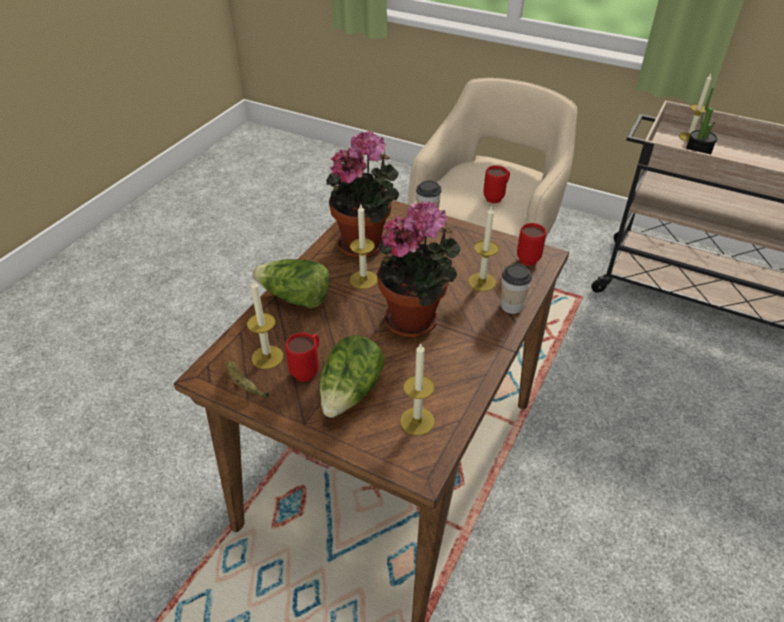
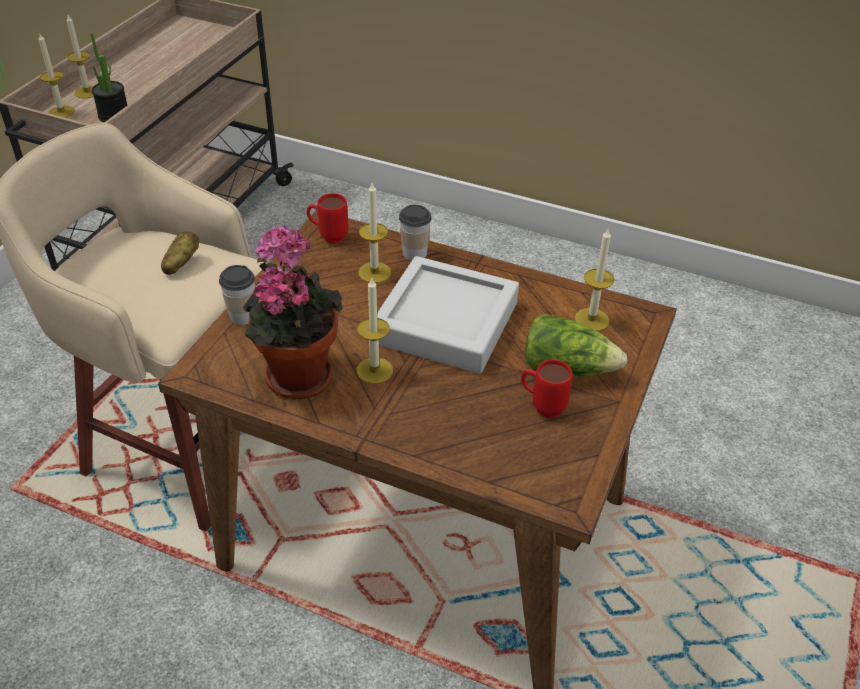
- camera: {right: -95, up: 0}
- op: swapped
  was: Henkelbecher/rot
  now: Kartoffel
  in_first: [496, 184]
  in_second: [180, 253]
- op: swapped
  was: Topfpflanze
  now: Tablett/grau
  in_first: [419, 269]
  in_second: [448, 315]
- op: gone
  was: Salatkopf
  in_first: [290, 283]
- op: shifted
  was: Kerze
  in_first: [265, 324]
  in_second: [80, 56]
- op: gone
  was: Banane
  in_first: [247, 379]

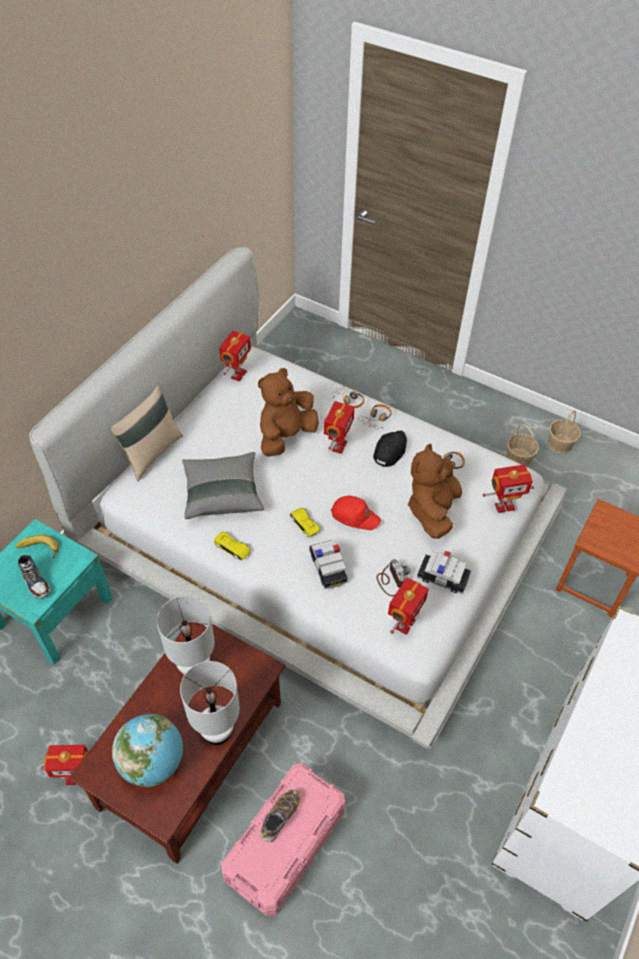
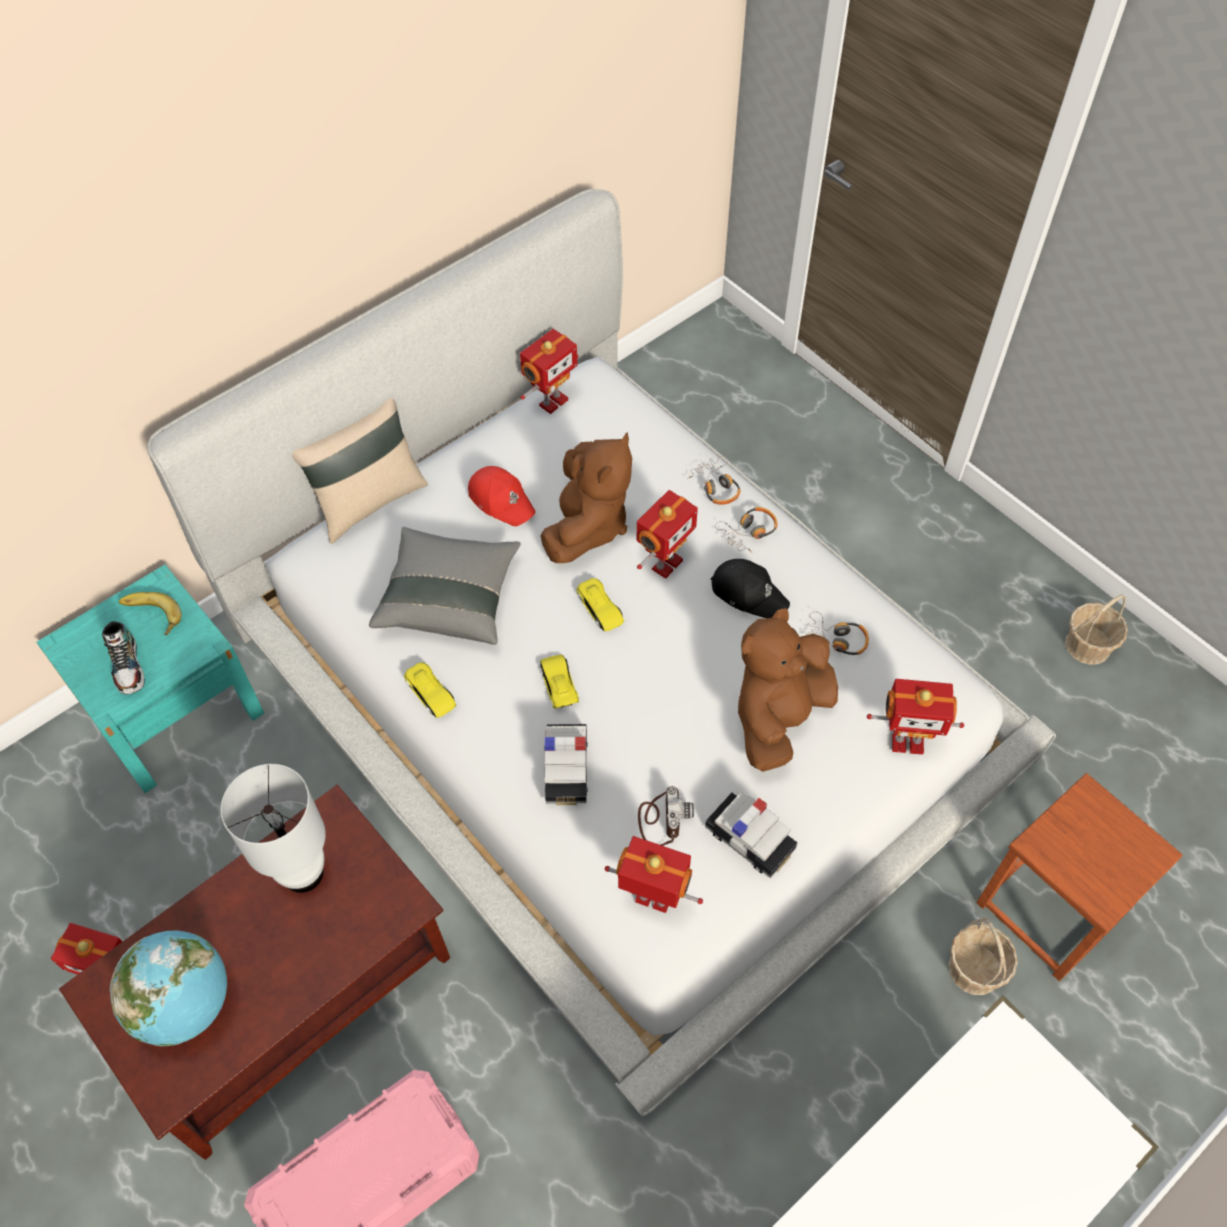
- camera: {right: 20, up: 5}
- op: rotated
  was: Plüschtier/braun
  in_first: [288, 412]
  in_second: [586, 497]
  clockwise: 135
- op: shifted
  was: Korb
  in_first: [522, 445]
  in_second: [983, 956]
- op: rotated
  was: Kappe/schwarz
  in_first: [390, 449]
  in_second: [750, 588]
  clockwise: 75
- op: shifted
  was: Kappe/rot
  in_first: [356, 513]
  in_second: [501, 496]
- op: rotated
  was: Spielzeugroboter
  in_first: [408, 606]
  in_second: [654, 874]
  clockwise: -120
- op: gone
  was: Tischlampe/weiß
  in_first: [210, 703]
- op: gone
  was: Schuh
  in_first: [280, 816]
- op: new
  now: Spielzeugauto/gelb
  in_second: [600, 604]

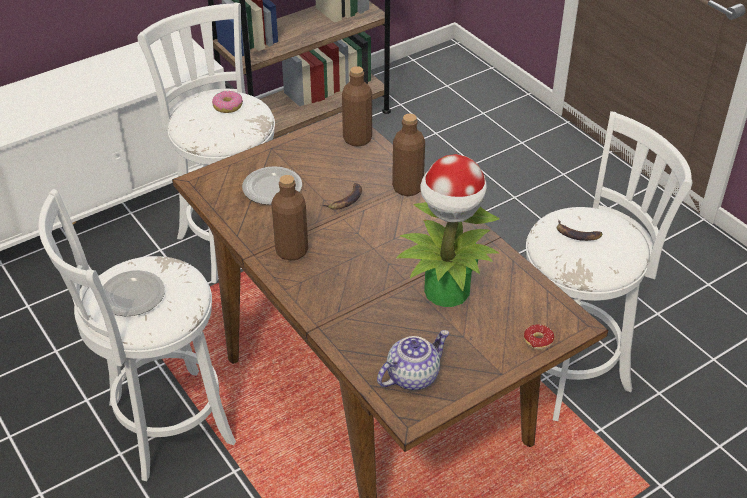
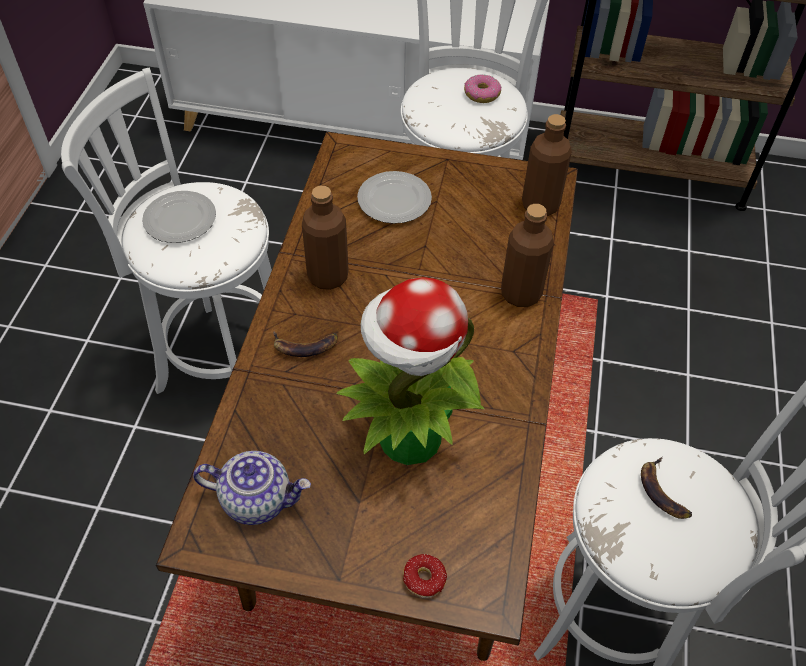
- camera: {right: 45, up: 10}
- op: shifted
  was: Banane
  in_first: [341, 196]
  in_second: [305, 344]

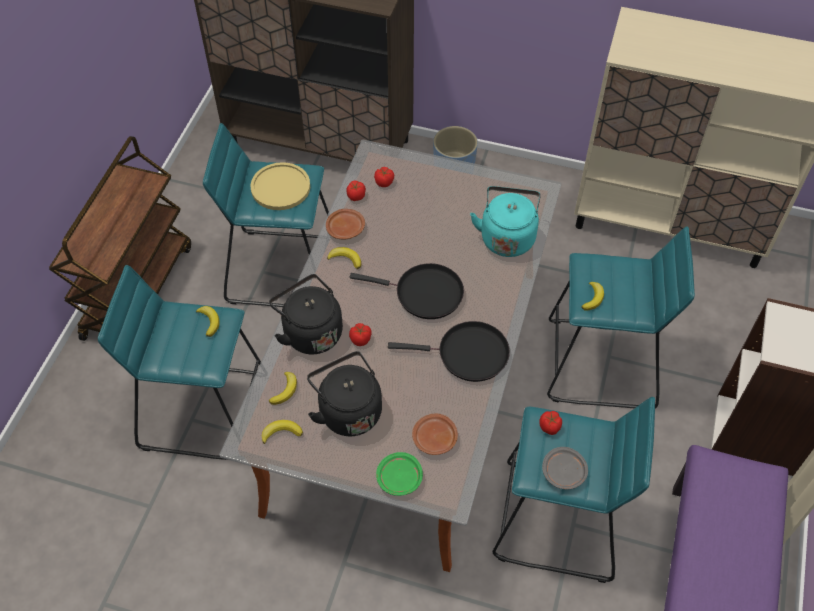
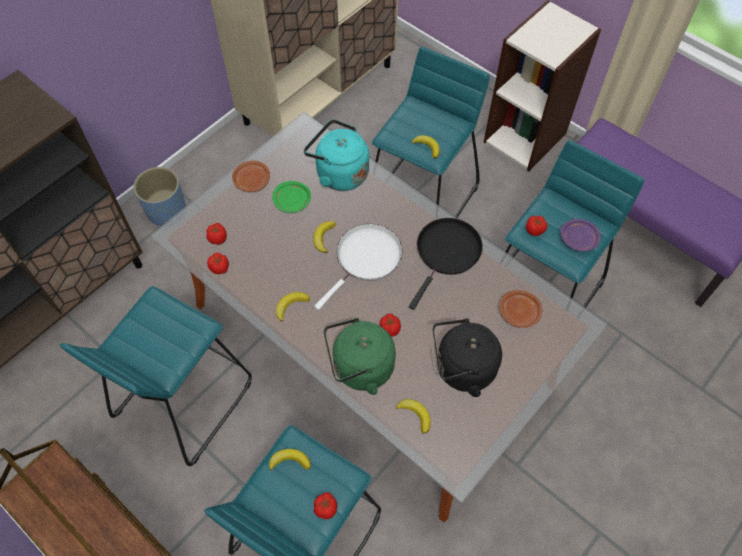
- camera: {right: -65, up: 5}
- op: gone
  was: Teller/gelb
  in_first: [280, 186]
- op: shifted
  was: Teller/braun
  in_first: [345, 224]
  in_second: [251, 176]
- op: repainted
  was: Pfanne/schwarz
  now: Pfanne/weiß
  in_first: [407, 291]
  in_second: [358, 267]
- op: repainted
  was: Wasserkessel/schwarz
  now: Wasserkessel/grün
  in_first: [306, 314]
  in_second: [360, 356]
- op: shifted
  was: Banane
  in_first: [282, 432]
  in_second: [324, 237]
- op: repainted
  was: Teller/grau
  now: Teller/lila
  in_first: [565, 468]
  in_second: [580, 235]
- op: shifted
  was: Teller/grün
  in_first: [399, 474]
  in_second: [291, 197]
- op: new
  now: Tomate
  in_second: [325, 505]

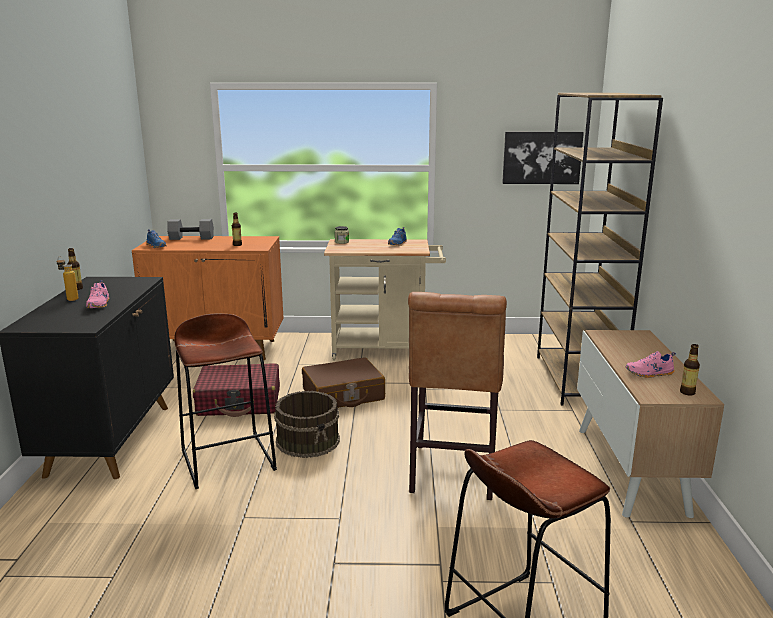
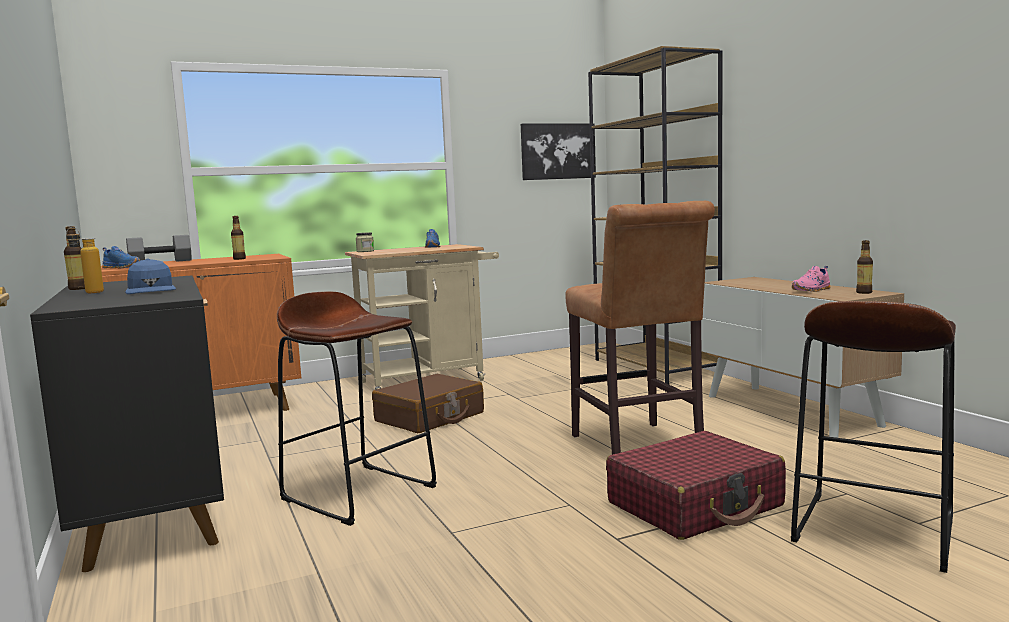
- camera: {right: -25, up: -10}
- op: swapped
  was: Schuh/rosa
  now: Kappe/blau
  in_first: [97, 294]
  in_second: [150, 276]
- op: shifted
  was: Koffer/rot
  in_first: [236, 390]
  in_second: [696, 485]
- op: gone
  was: Eimer/braun
  in_first: [307, 424]

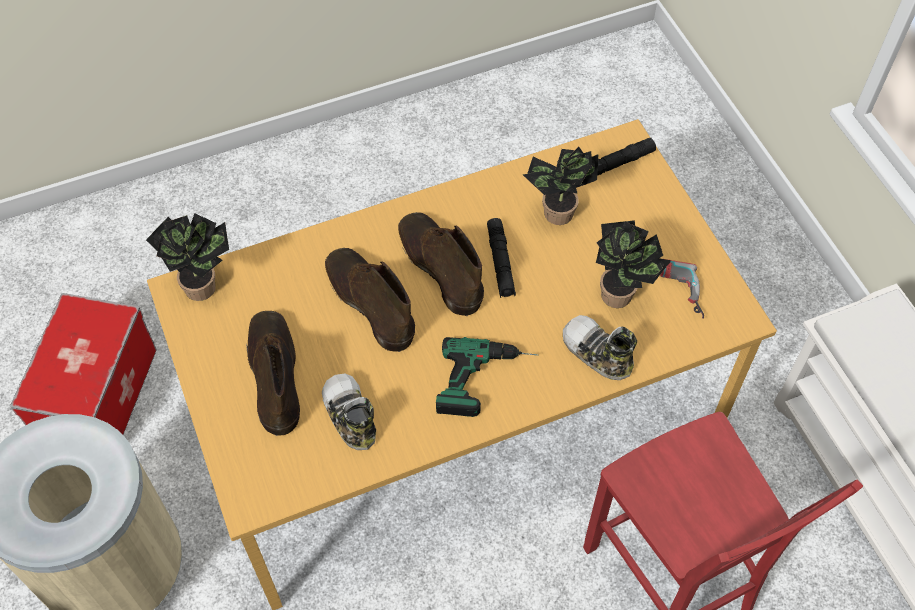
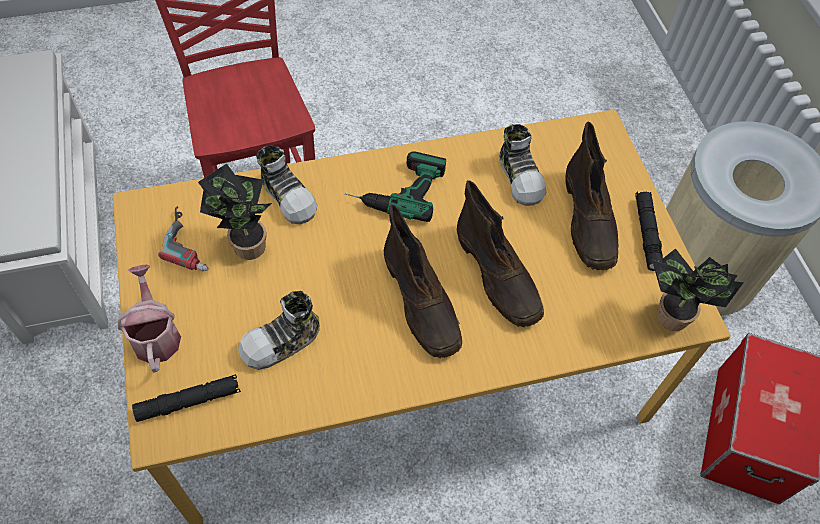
- camera: {right: -175, up: 0}
- op: swapped
  was: Topfpflanze
  now: Schuh
  in_first: [560, 185]
  in_second: [279, 330]
- op: shifted
  was: Taschenlampe/schwarz
  in_first: [501, 258]
  in_second: [649, 231]
- op: new
  now: Gießkanne
  in_second: [149, 318]

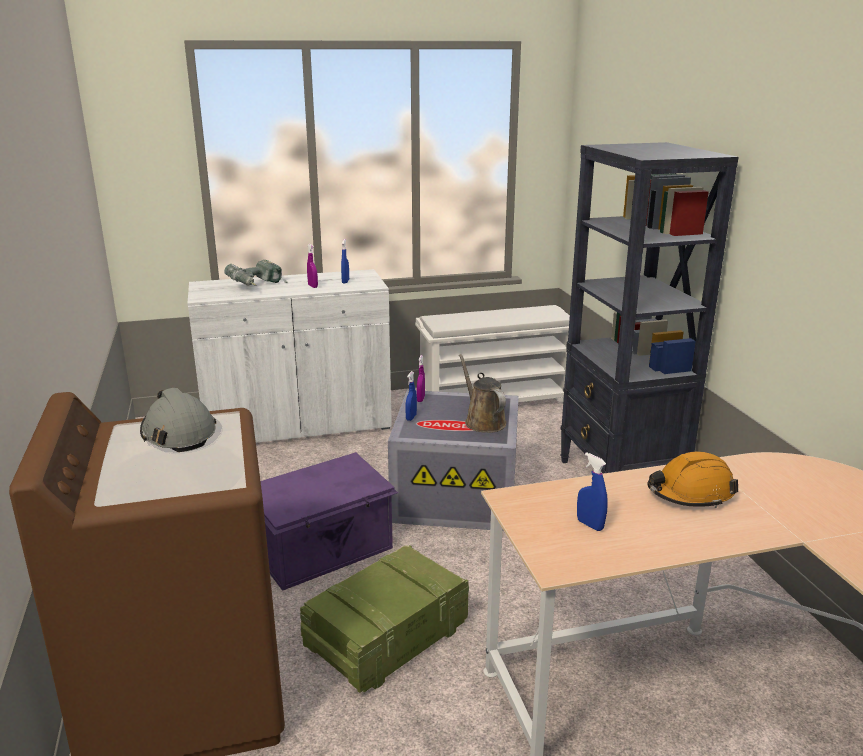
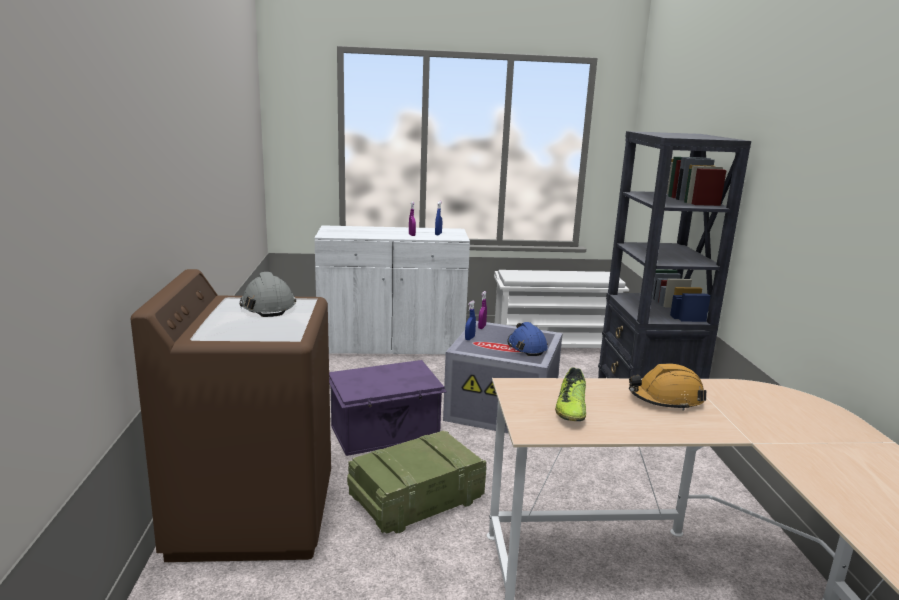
- camera: {right: 10, up: -5}
- op: gone
  was: Bohrmaschine
  in_first: [255, 273]
- op: swapped
  was: Gießkanne/braun
  now: Schutzhelm/blau
  in_first: [482, 393]
  in_second: [527, 339]
- op: swapped
  was: Sprühflasche/blau
  now: Schuh
  in_first: [592, 491]
  in_second: [570, 394]

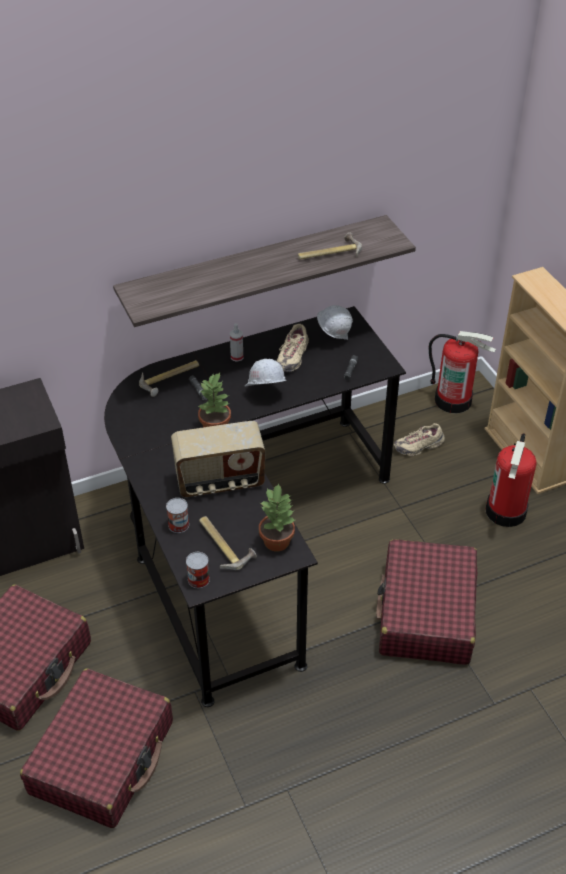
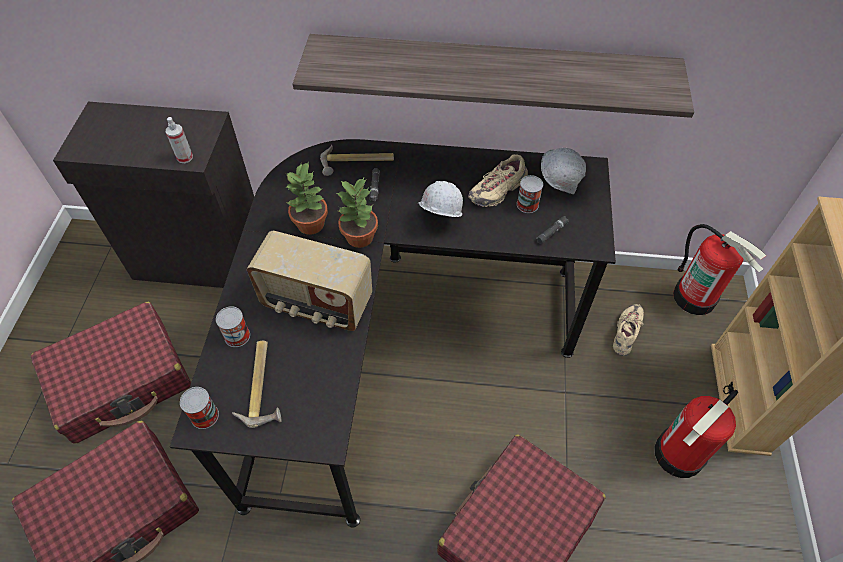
- camera: {right: 30, up: 10}
- op: gone
  was: Hammer
  in_first: [330, 246]
- op: shifted
  was: Sprühflasche
  in_first: [236, 342]
  in_second: [179, 140]
- op: rotated
  was: Schuh/beige
  in_first: [419, 439]
  in_second: [628, 330]
  clockwise: 105
- op: shifted
  was: Topfpflanze
  in_first: [277, 517]
  in_second: [307, 198]
- op: new
  now: Dose
  in_second: [530, 194]

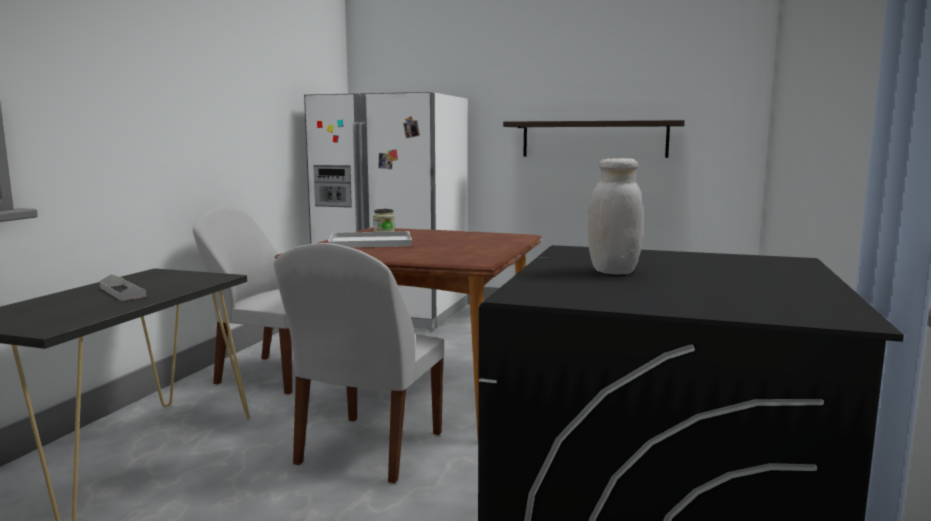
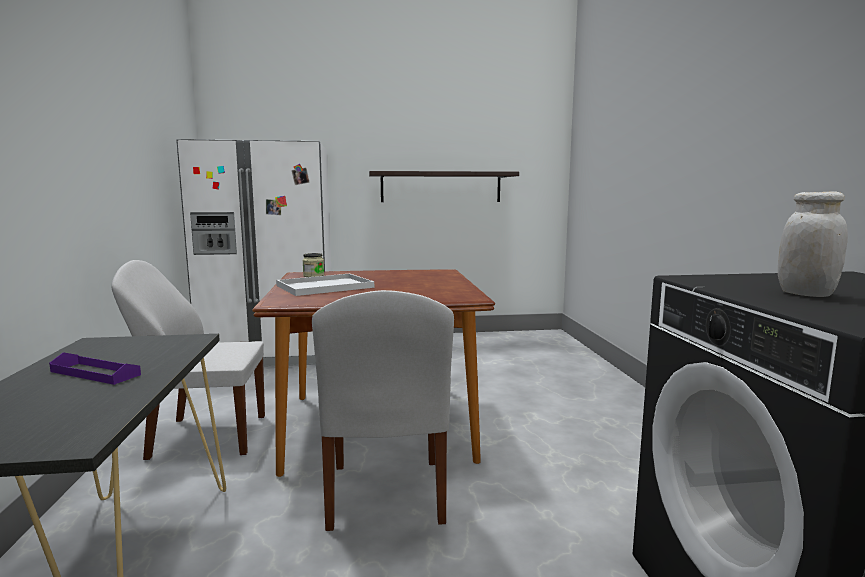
- camera: {right: -25, up: 0}
- op: repainted
  was: Tablett/grau
  now: Tablett/lila
  in_first: [123, 288]
  in_second: [95, 368]

